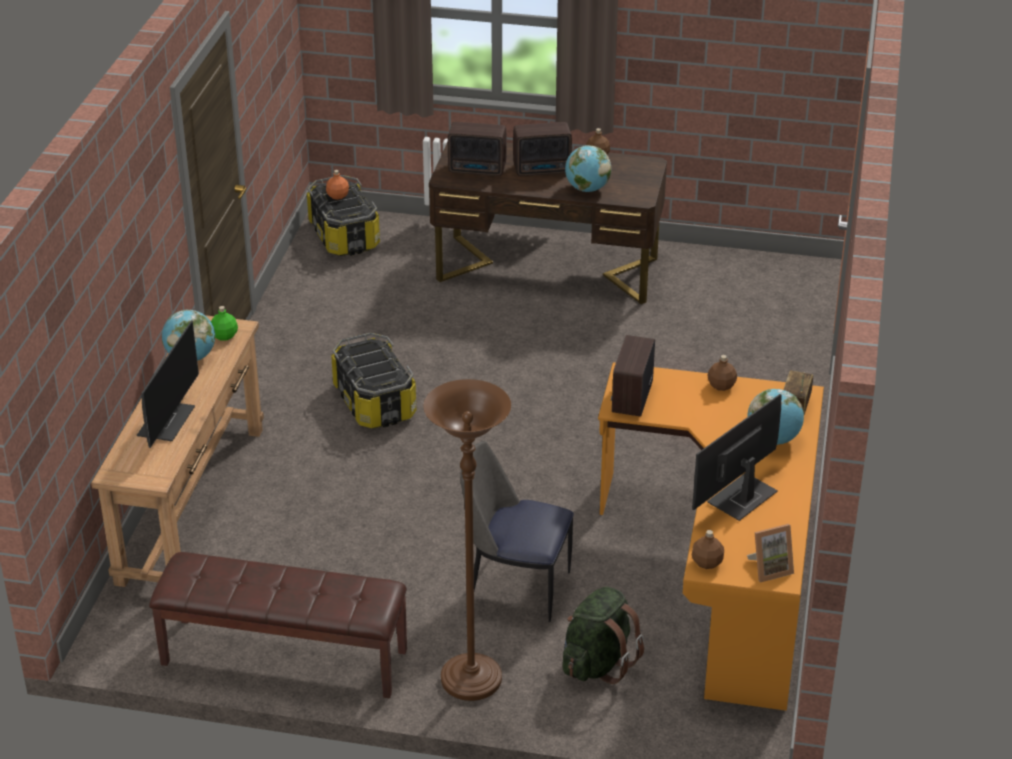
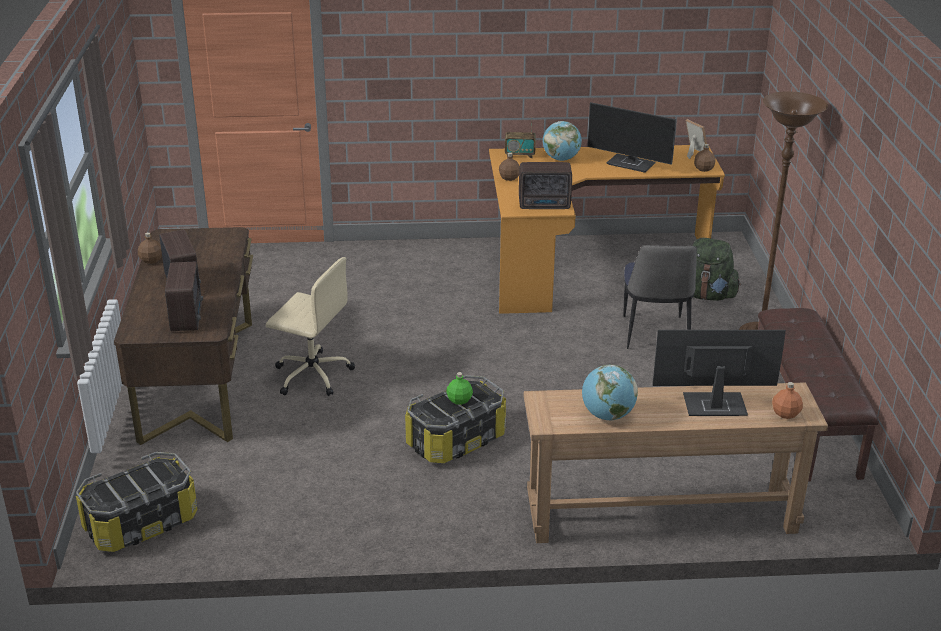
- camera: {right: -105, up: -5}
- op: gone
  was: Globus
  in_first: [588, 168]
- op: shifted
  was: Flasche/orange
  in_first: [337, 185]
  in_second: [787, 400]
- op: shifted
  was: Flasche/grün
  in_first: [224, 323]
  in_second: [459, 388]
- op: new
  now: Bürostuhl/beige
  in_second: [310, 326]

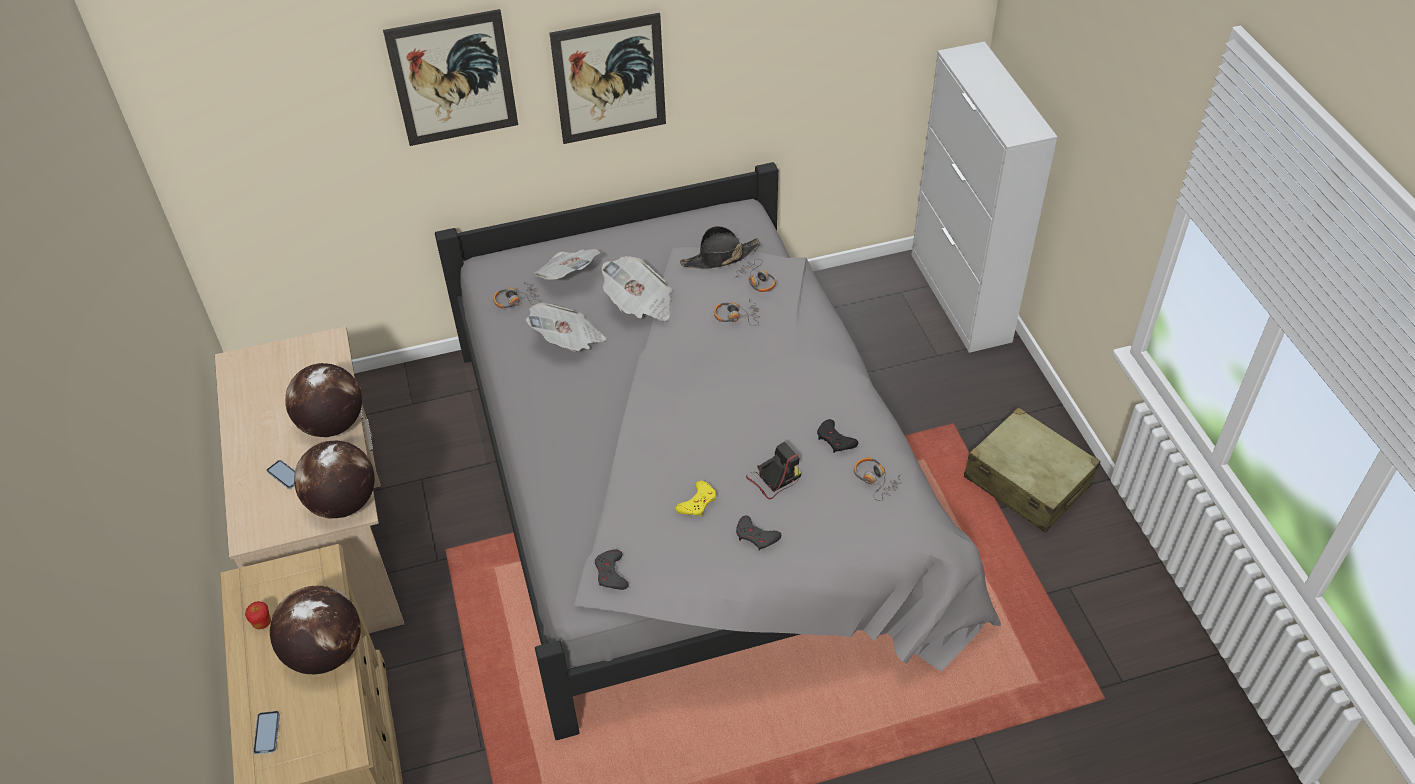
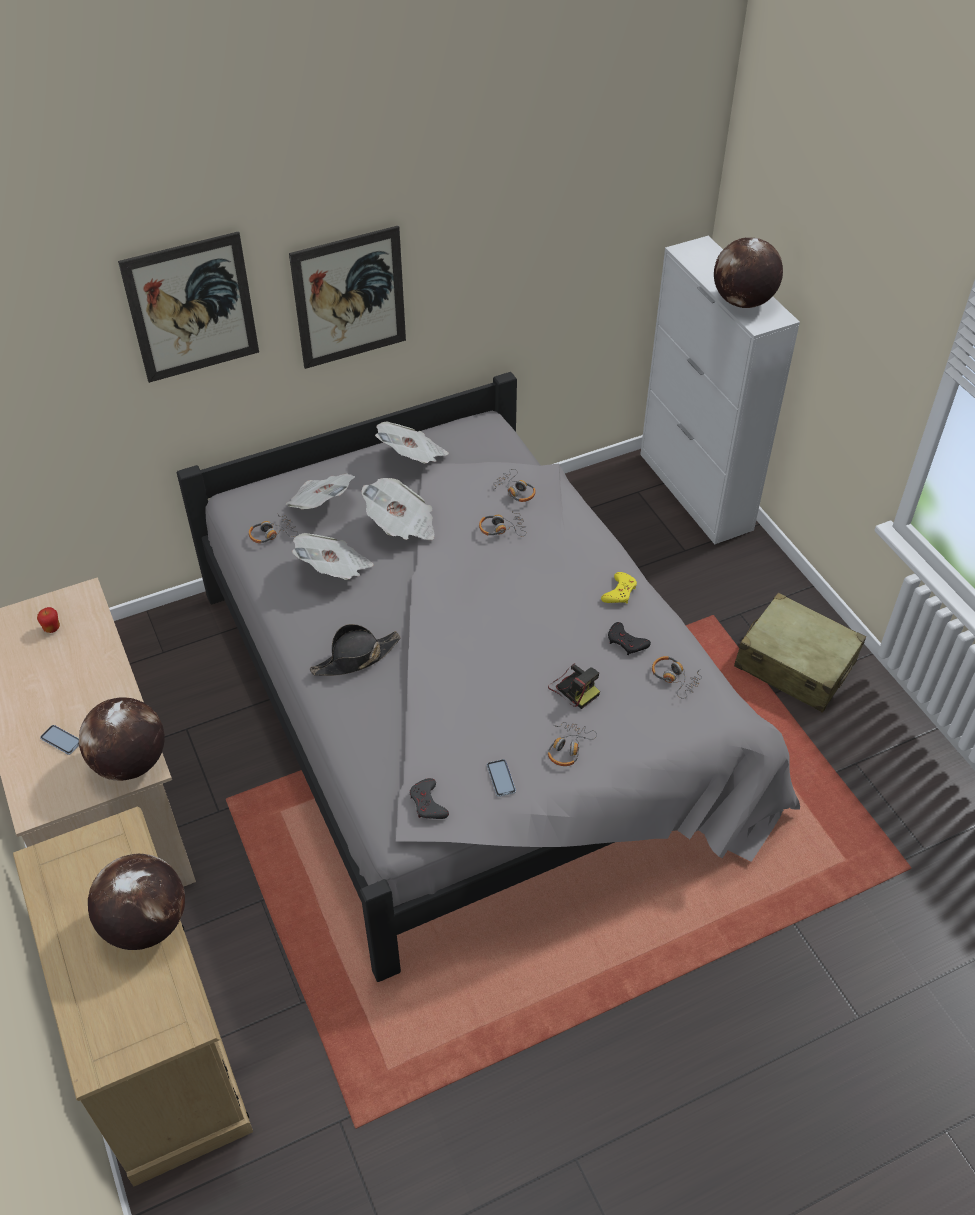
- camera: {right: -10, up: 0}
- op: shifted
  was: Hut/schwarz
  in_first: [720, 247]
  in_second: [355, 650]
- op: shifted
  was: Globus
  in_first: [323, 400]
  in_second: [748, 272]
- op: rotated
  was: Kamera
  in_first: [774, 470]
  in_second: [574, 686]
  clockwise: 90
- op: shifted
  was: Gamepad/gelb
  in_first: [695, 499]
  in_second: [619, 587]
- op: swapped
  was: Gamepad/grau
  now: Kopfhörer
  in_first: [758, 533]
  in_second: [572, 744]
- op: shifted
  was: Apfel
  in_first: [258, 615]
  in_second: [48, 620]
- op: shifted
  was: Handy
  in_first: [266, 733]
  in_second: [501, 778]
- op: new
  now: Zeitung
  in_second: [412, 442]

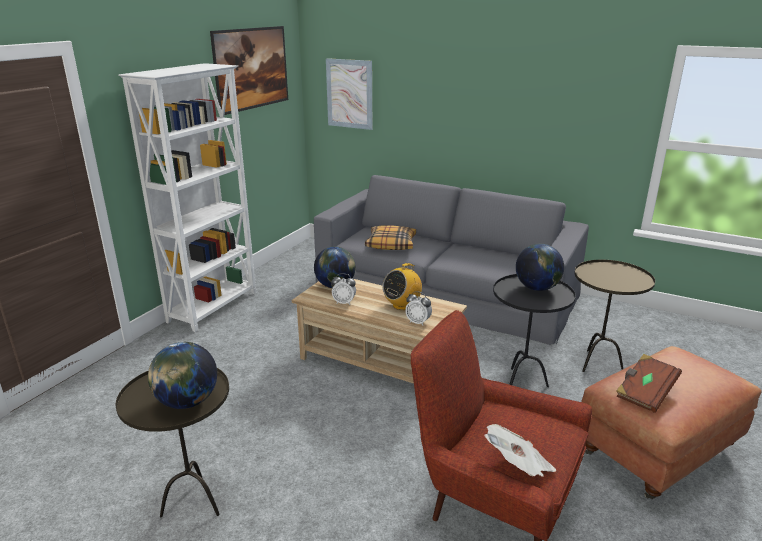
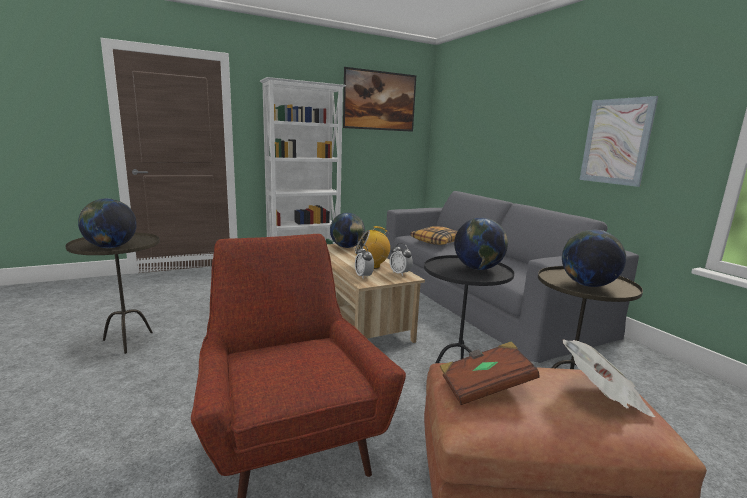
- camera: {right: 35, up: -10}
- op: shifted
  was: Bild
  in_first: [349, 94]
  in_second: [619, 141]
- op: shifted
  was: Wecker
  in_first: [344, 289]
  in_second: [401, 259]
- op: shifted
  was: Zeitung
  in_first: [520, 450]
  in_second: [609, 378]
- op: new
  now: Globus
  in_second: [594, 258]

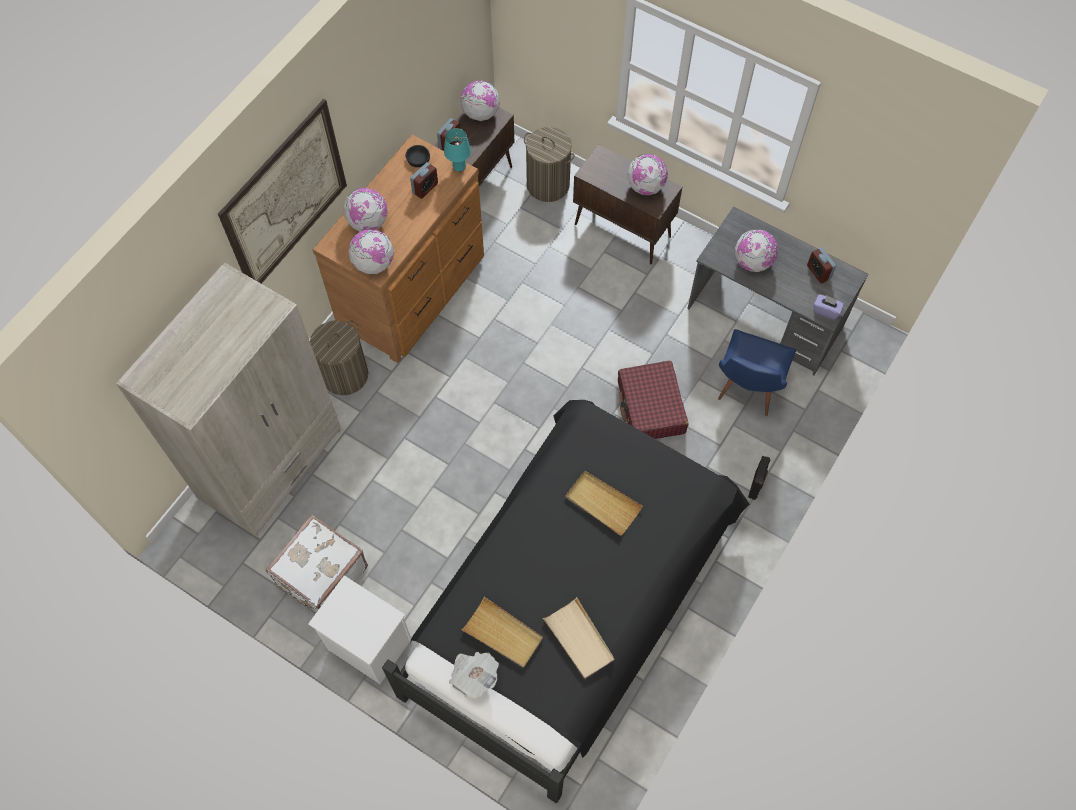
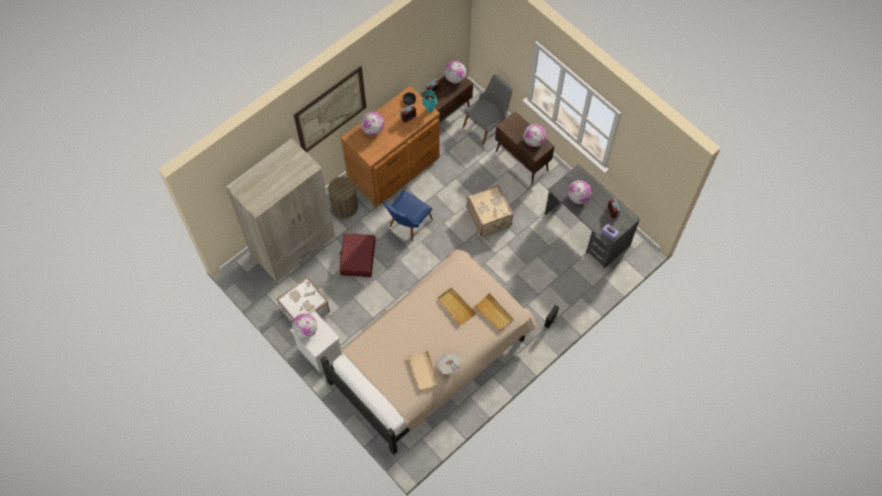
- camera: {right: 15, up: 0}
- op: swapped
  was: Wäschekorb
  now: Stuhl/grau
  in_first: [549, 164]
  in_second: [488, 109]
- op: shifted
  was: Globus
  in_first: [371, 251]
  in_second: [304, 326]
- op: shifted
  was: Stuhl/blau
  in_first: [757, 372]
  in_second: [408, 216]
- op: shifted
  was: Koffer/rot
  in_first: [653, 400]
  in_second: [357, 255]
- op: repainted
  was: Bett/schwarz
  now: Bett/beige
  in_first: [566, 601]
  in_second: [429, 352]
- op: shifted
  was: Tablett/beige
  in_first: [502, 632]
  in_second: [494, 312]
- op: shifted
  was: Zeitung
  in_first: [474, 675]
  in_second: [448, 363]
- op: new
  now: Koffer/beige
  in_second: [490, 211]

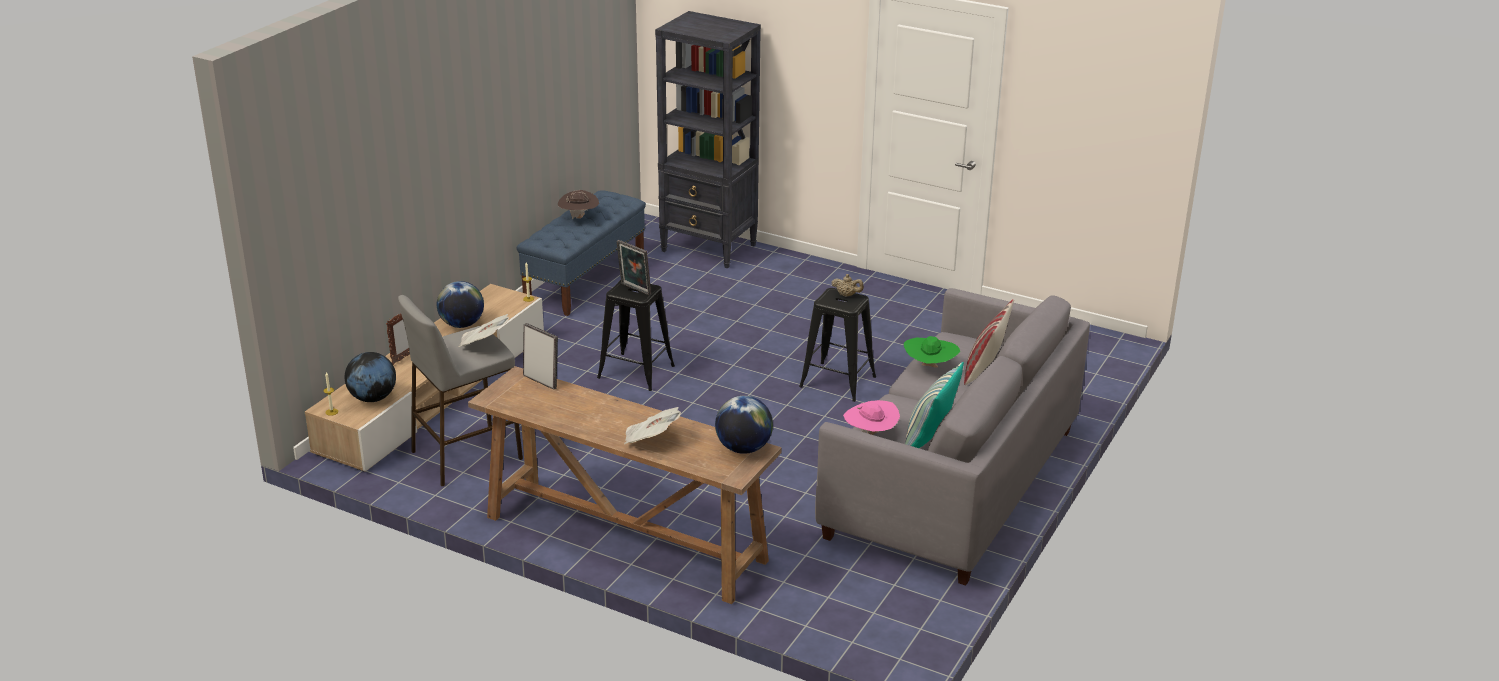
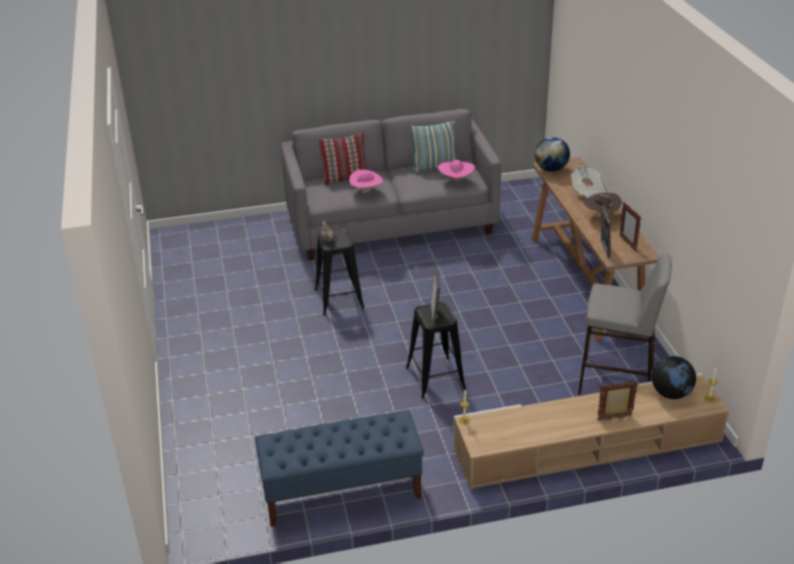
- camera: {right: -130, up: 5}
- op: gone
  was: Bücherregal/schwarz
  in_first: [708, 139]
- op: shifted
  was: Hut/braun
  in_first: [578, 204]
  in_second: [602, 204]
- op: gone
  was: Globus
  in_first: [460, 304]
- op: gone
  was: Zeitung
  in_first: [484, 330]
- op: repainted
  was: Hut/grün
  now: Hut/rosa
  in_first: [932, 352]
  in_second: [366, 181]
- op: new
  now: Bilderrahmen
  in_second: [630, 226]

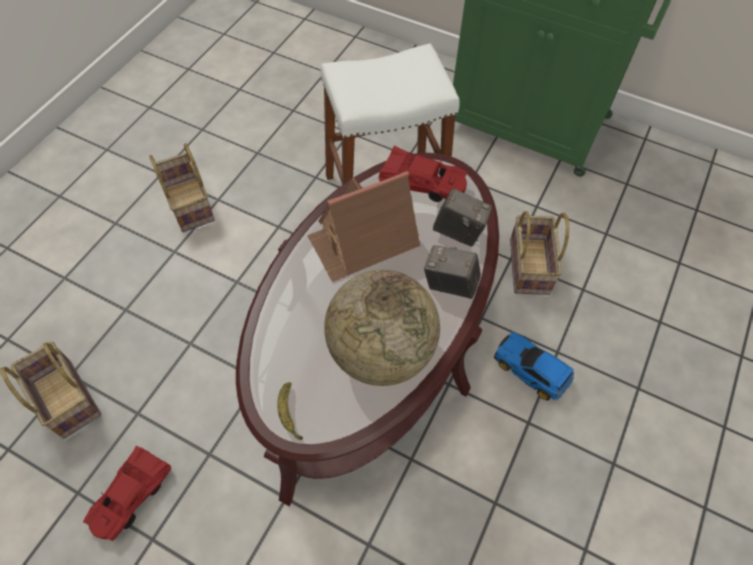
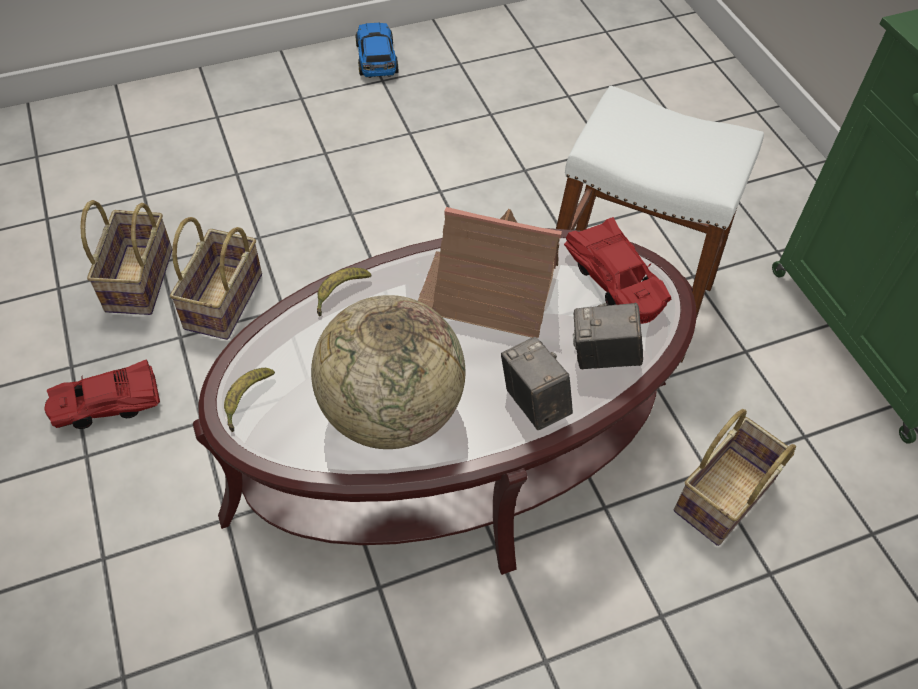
- camera: {right: 40, up: -5}
- op: shifted
  was: Korb
  in_first: [182, 187]
  in_second: [216, 278]
- op: rotated
  was: Kamera
  in_first: [462, 217]
  in_second: [608, 336]
  clockwise: 120
- op: shifted
  was: Spielzeugauto
  in_first: [534, 366]
  in_second: [376, 50]
- op: new
  now: Banane
  in_second: [344, 292]

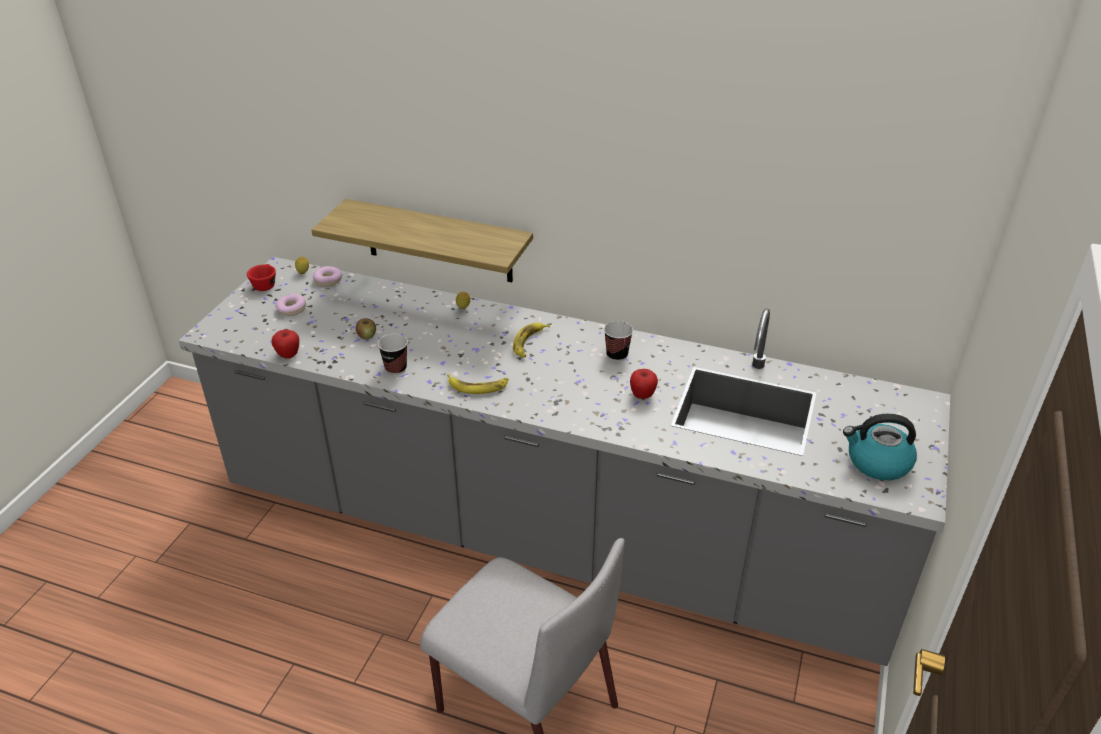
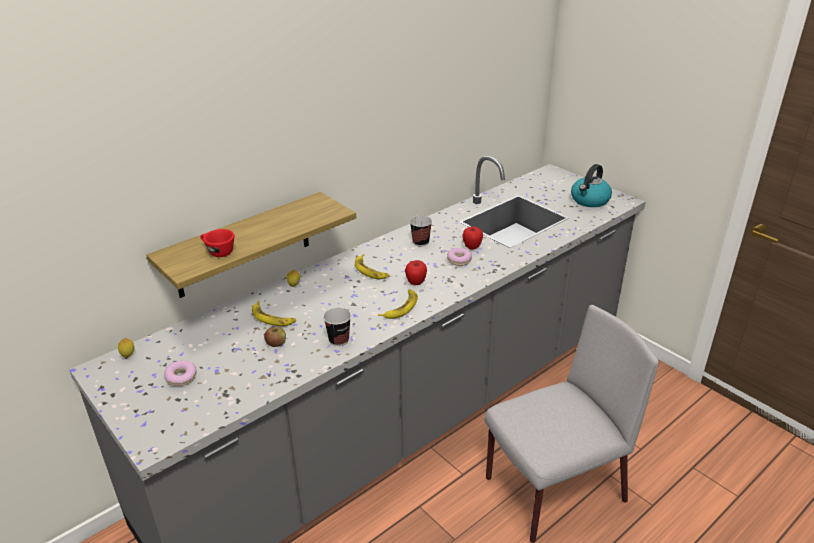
- camera: {right: -60, up: -5}
- op: shifted
  was: Tasse/rot
  in_first: [261, 277]
  in_second: [217, 243]
- op: shifted
  was: Donut
  in_first: [328, 276]
  in_second: [459, 257]
- op: shifted
  was: Apfel
  in_first: [285, 344]
  in_second: [416, 272]
- op: new
  now: Banane
  in_second: [274, 313]

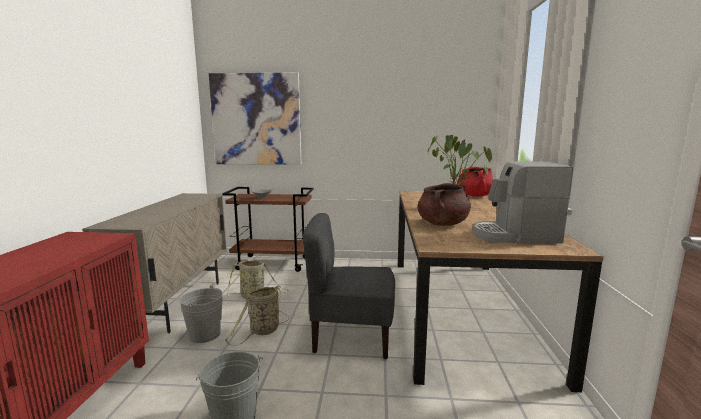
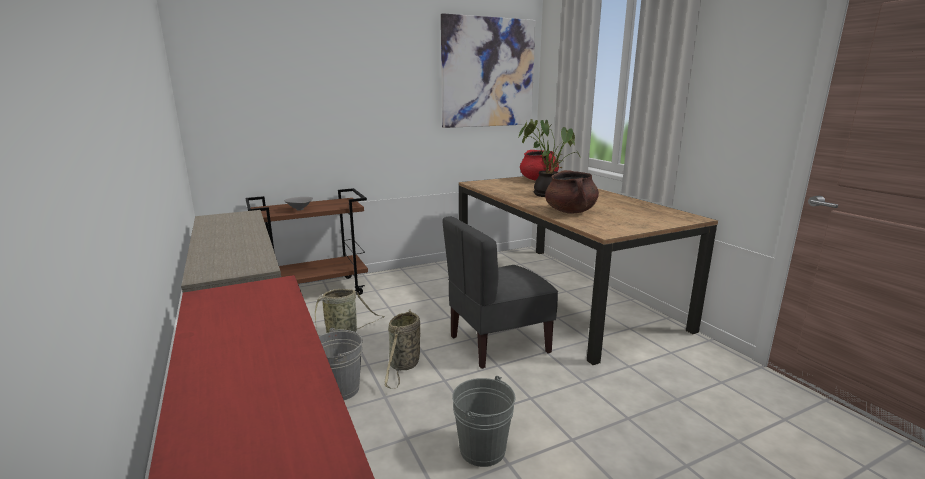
- camera: {right: -30, up: 5}
- op: shifted
  was: Bild
  in_first: [255, 118]
  in_second: [488, 70]
- op: gone
  was: Kaffeemaschine
  in_first: [523, 202]

